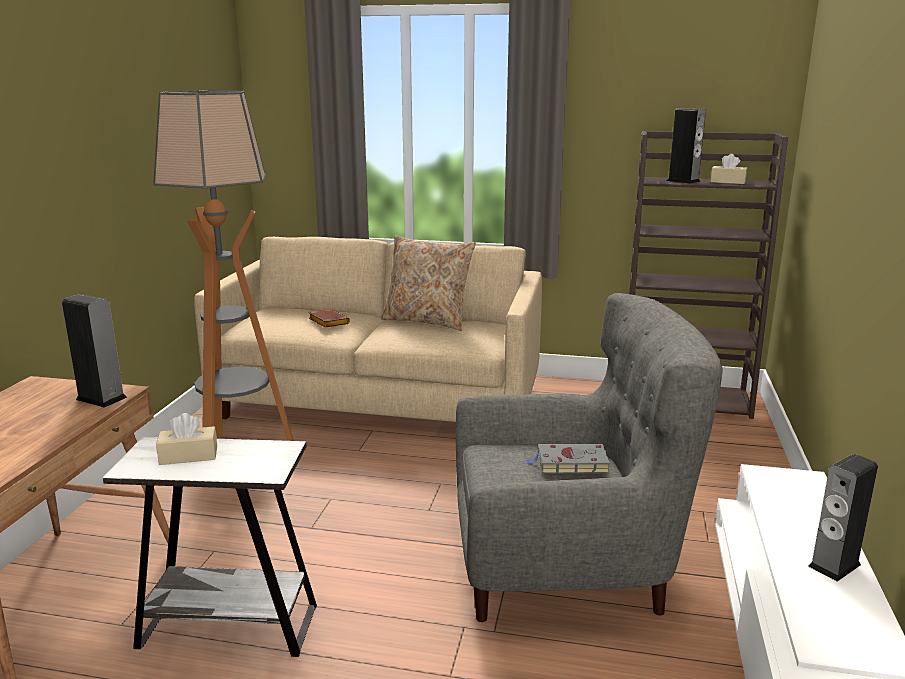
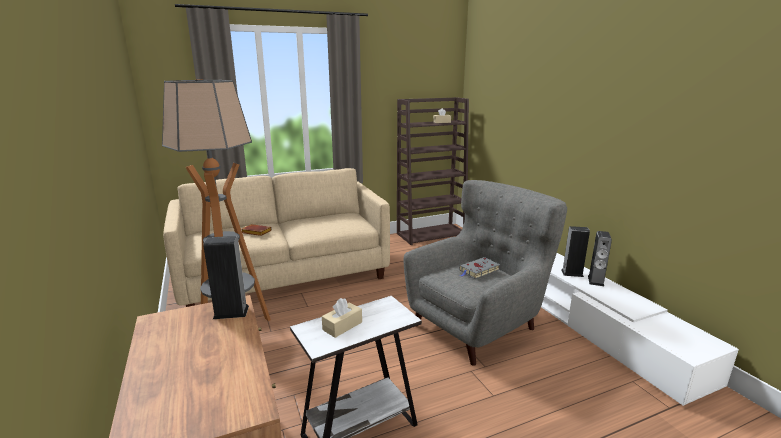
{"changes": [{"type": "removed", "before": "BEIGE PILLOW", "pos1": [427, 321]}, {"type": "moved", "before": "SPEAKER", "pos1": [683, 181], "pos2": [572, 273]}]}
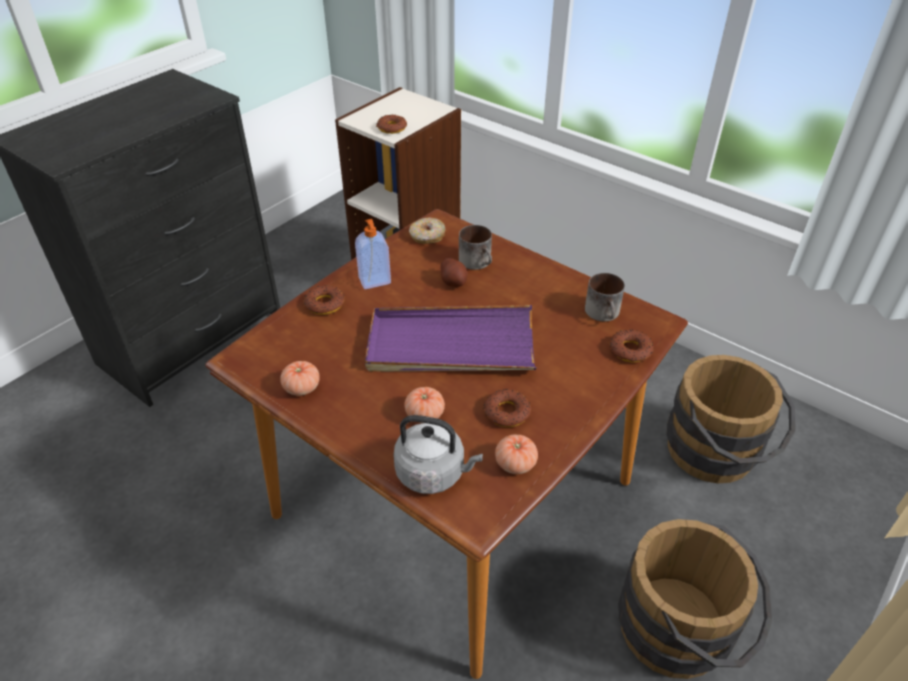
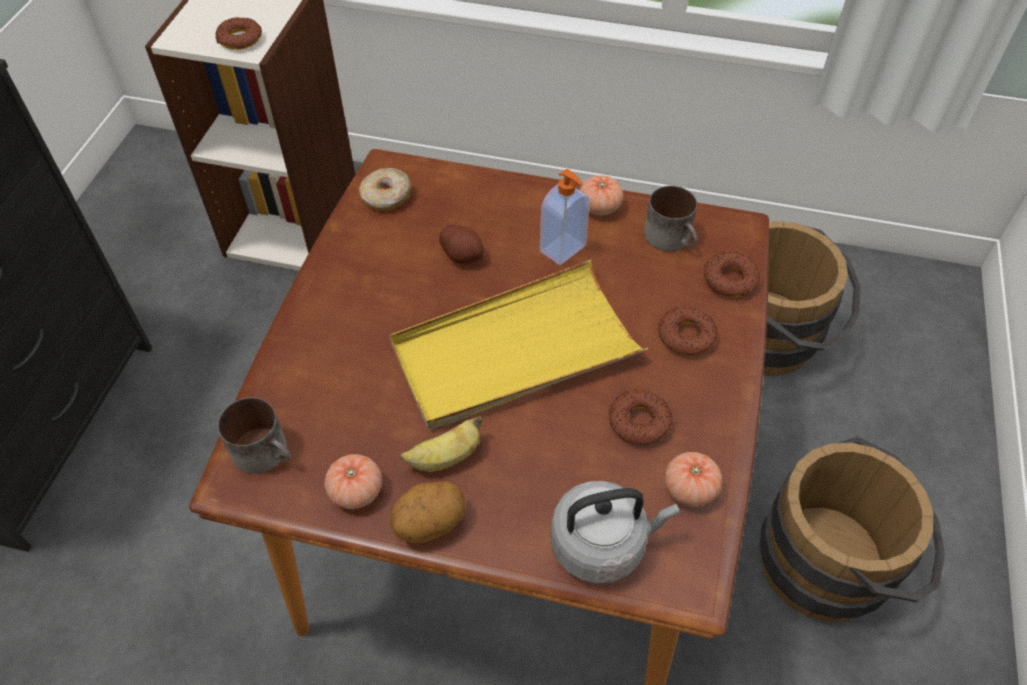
{"changes": [{"type": "moved", "before": "DONUT", "pos1": [325, 304], "pos2": [686, 336]}, {"type": "moved", "before": "SOAP DISPENSER", "pos1": [375, 281], "pos2": [564, 249]}, {"type": "recoloured", "before": "PURPLE TRAY", "after": "YELLOW TRAY", "pos1": [451, 345], "pos2": [514, 351]}, {"type": "moved", "before": "TOMATO", "pos1": [425, 414], "pos2": [599, 206]}, {"type": "moved", "before": "MUG", "pos1": [478, 262], "pos2": [267, 452]}, {"type": "added", "after": "POTATO", "pos2": [429, 523]}, {"type": "added", "after": "BANANA", "pos2": [445, 458]}]}
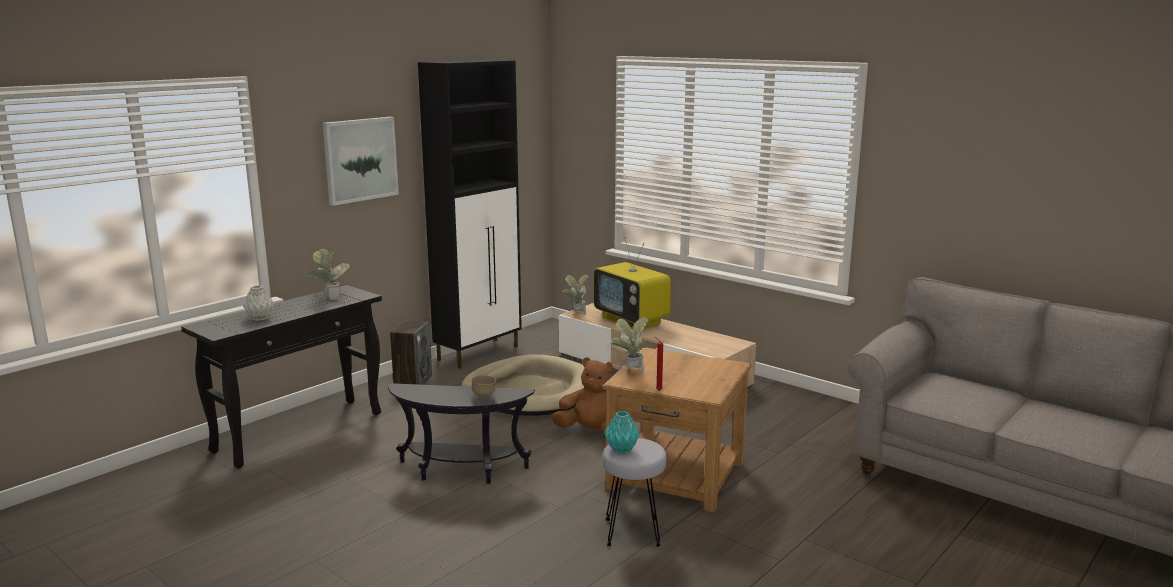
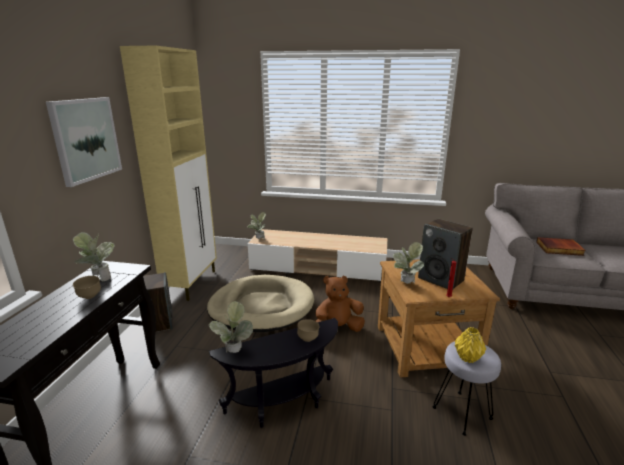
{"changes": [{"type": "removed", "before": "GREY VASE", "pos1": [260, 318]}, {"type": "recoloured", "before": "BLACK CABINET", "after": "BEIGE CABINET", "pos1": [479, 353], "pos2": [191, 283]}, {"type": "removed", "before": "TELEVISION", "pos1": [632, 321]}, {"type": "recoloured", "before": "TURQUOISE VASE", "after": "YELLOW VASE", "pos1": [621, 450], "pos2": [467, 358]}, {"type": "added", "after": "BROWN BOWL", "pos2": [90, 297]}, {"type": "added", "after": "POTTED PLANT", "pos2": [233, 354]}, {"type": "added", "after": "SPEAKER", "pos2": [441, 279]}, {"type": "added", "after": "BOOK", "pos2": [559, 249]}]}
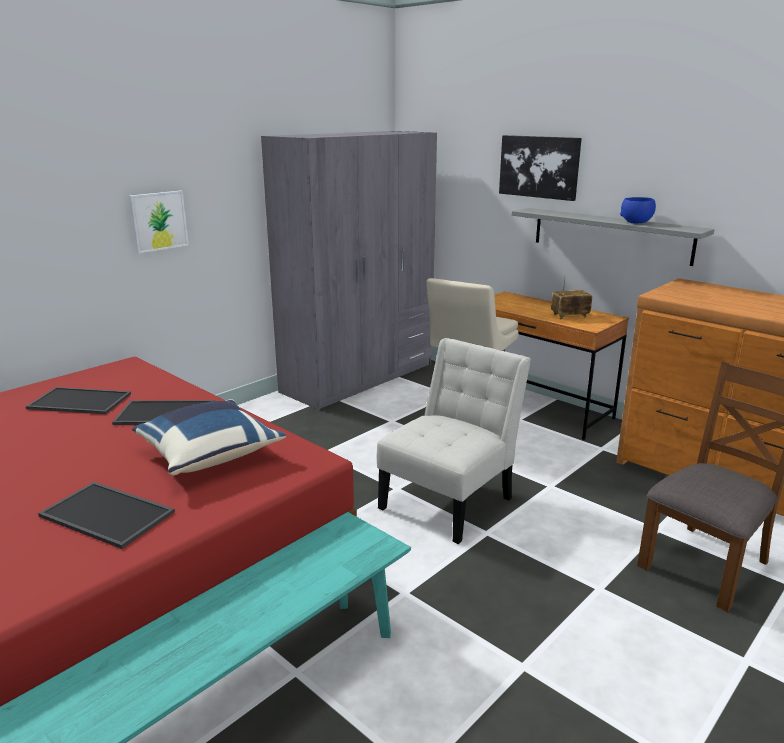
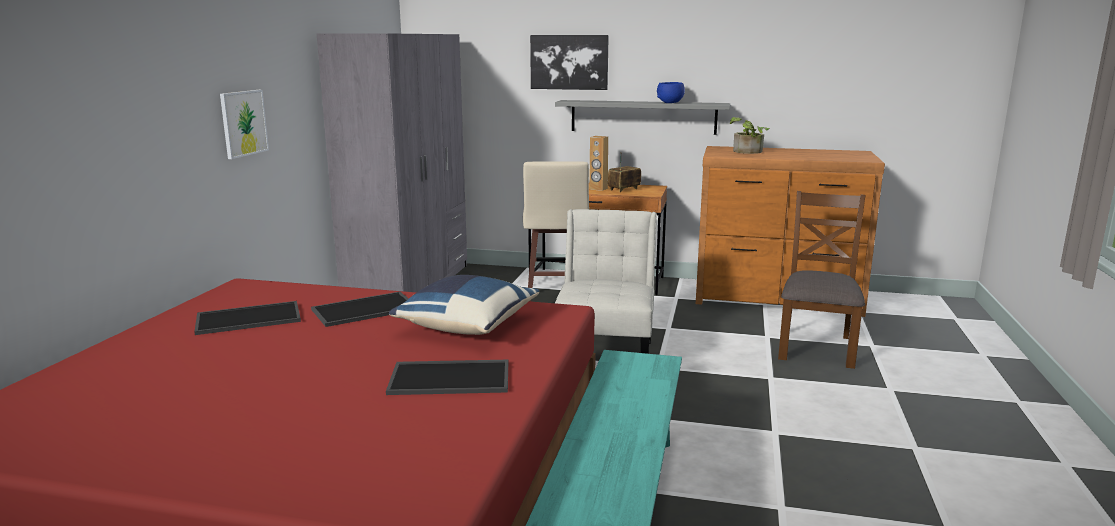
{"changes": [{"type": "added", "after": "BROWN SPEAKER", "pos2": [598, 189]}, {"type": "added", "after": "POTTED PLANT", "pos2": [747, 152]}]}
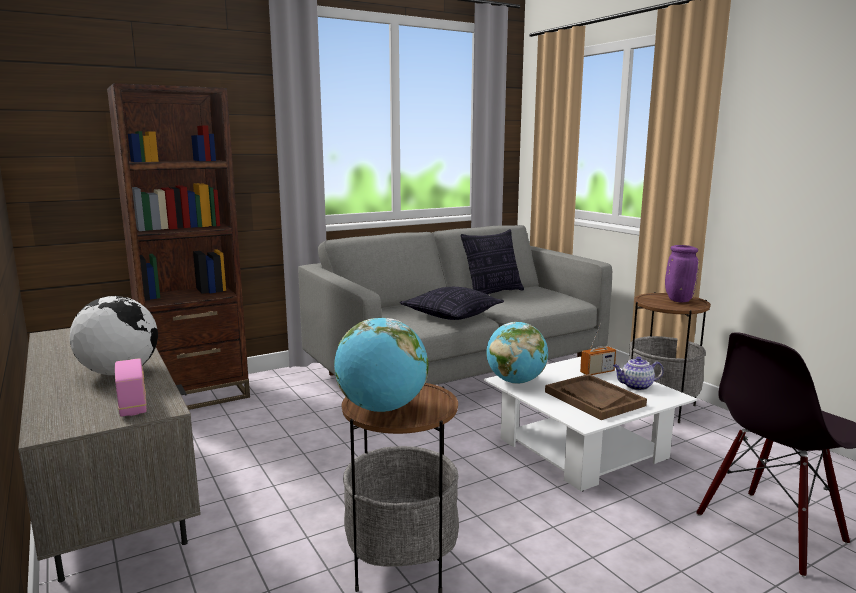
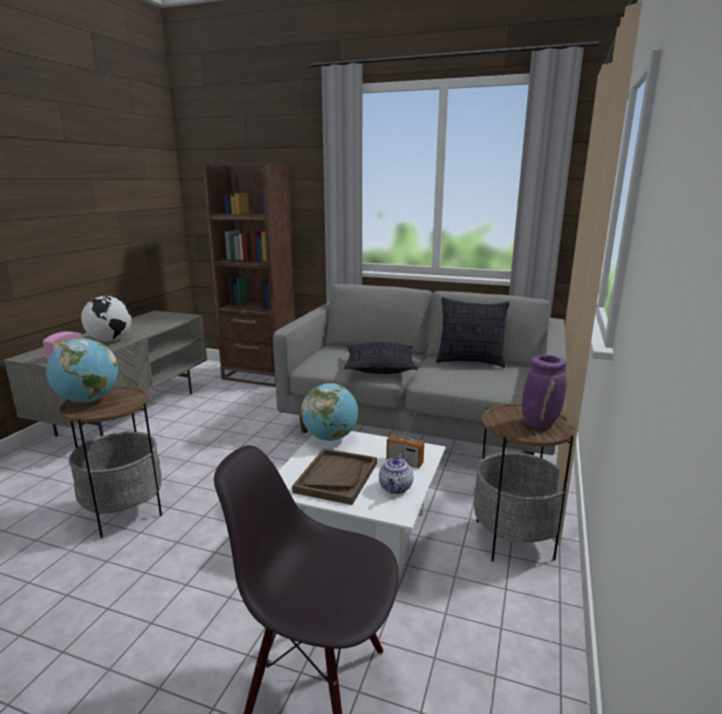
{"changes": [{"type": "turned", "before": "TEAPOT", "pos1": [636, 386], "pos2": [396, 488], "turn": -120}]}
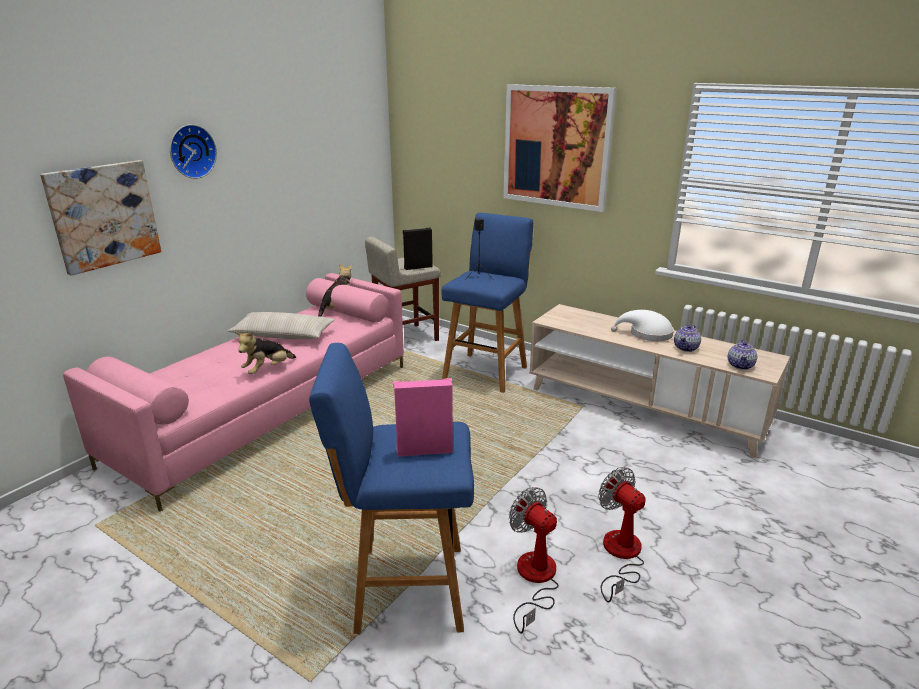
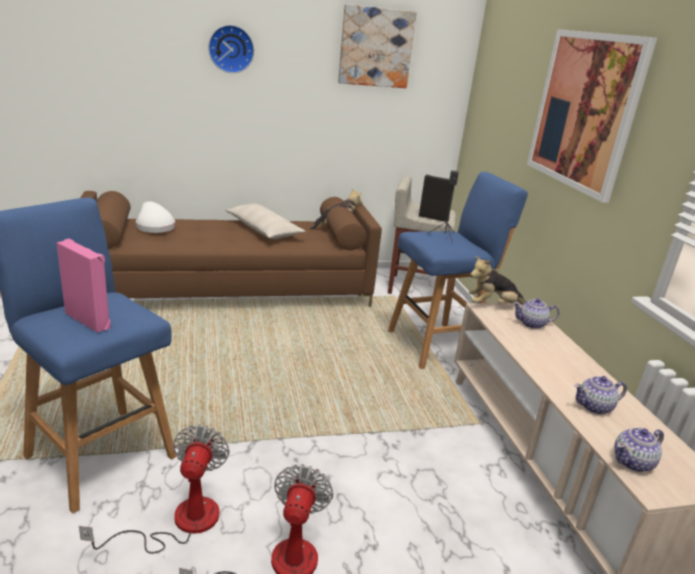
{"changes": [{"type": "moved", "before": "PICTURE", "pos1": [103, 215], "pos2": [376, 47]}, {"type": "recoloured", "before": "PINK SOFA", "after": "BROWN SOFA", "pos1": [269, 411], "pos2": [231, 289]}, {"type": "moved", "before": "PLUSH TOY", "pos1": [267, 370], "pos2": [492, 306]}, {"type": "moved", "before": "WHITE HAT", "pos1": [647, 334], "pos2": [154, 226]}, {"type": "added", "after": "TEAPOT", "pos2": [532, 324]}]}
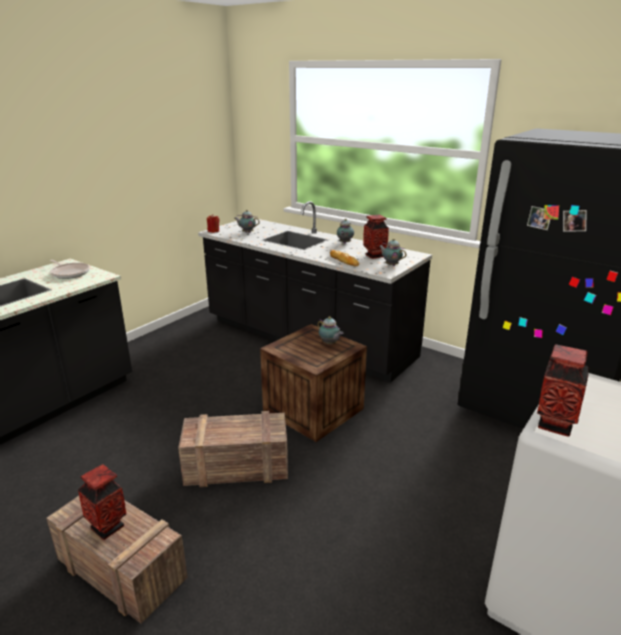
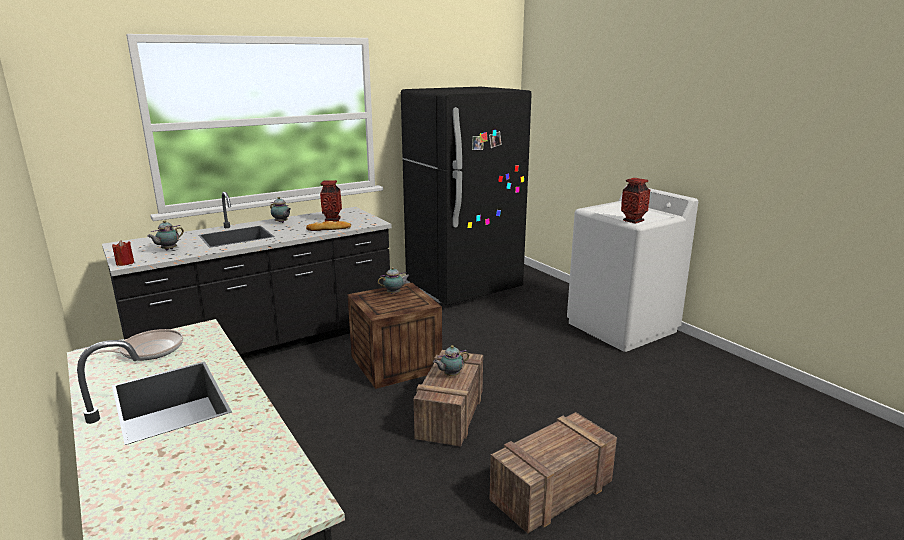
{"changes": [{"type": "removed", "before": "VASE", "pos1": [108, 527]}, {"type": "moved", "before": "TEAPOT", "pos1": [391, 265], "pos2": [450, 375]}]}
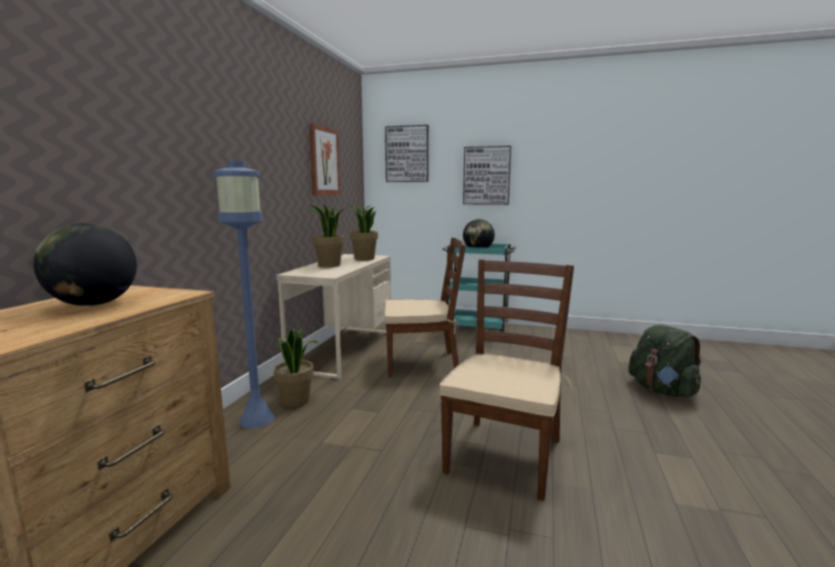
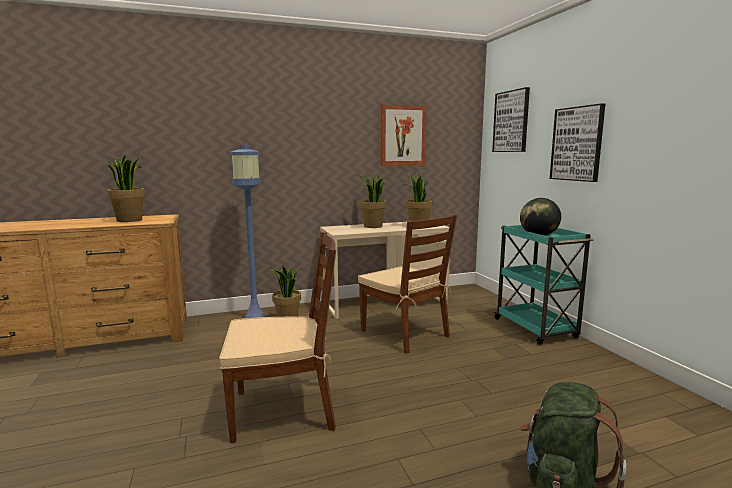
{"changes": [{"type": "replaced", "before": "GLOBE", "after": "POTTED PLANT", "pos1": [94, 304], "pos2": [130, 220]}]}
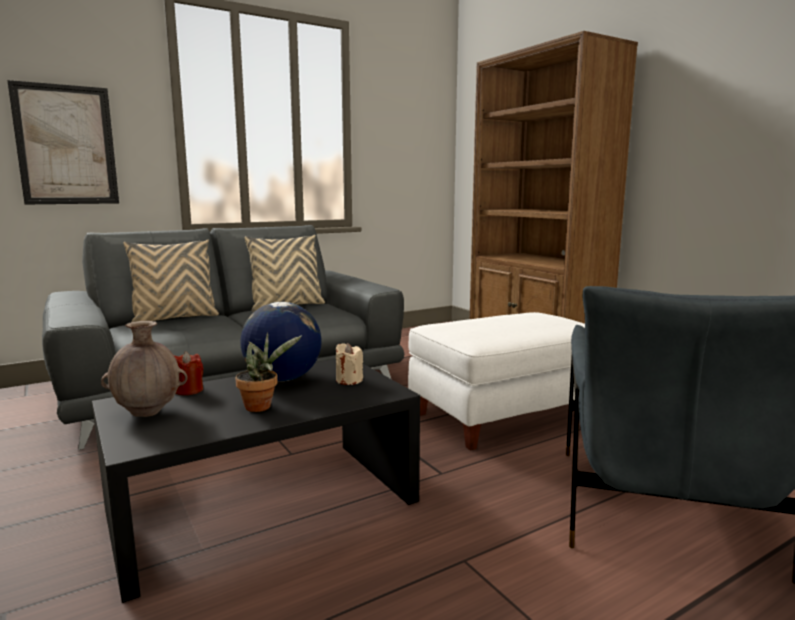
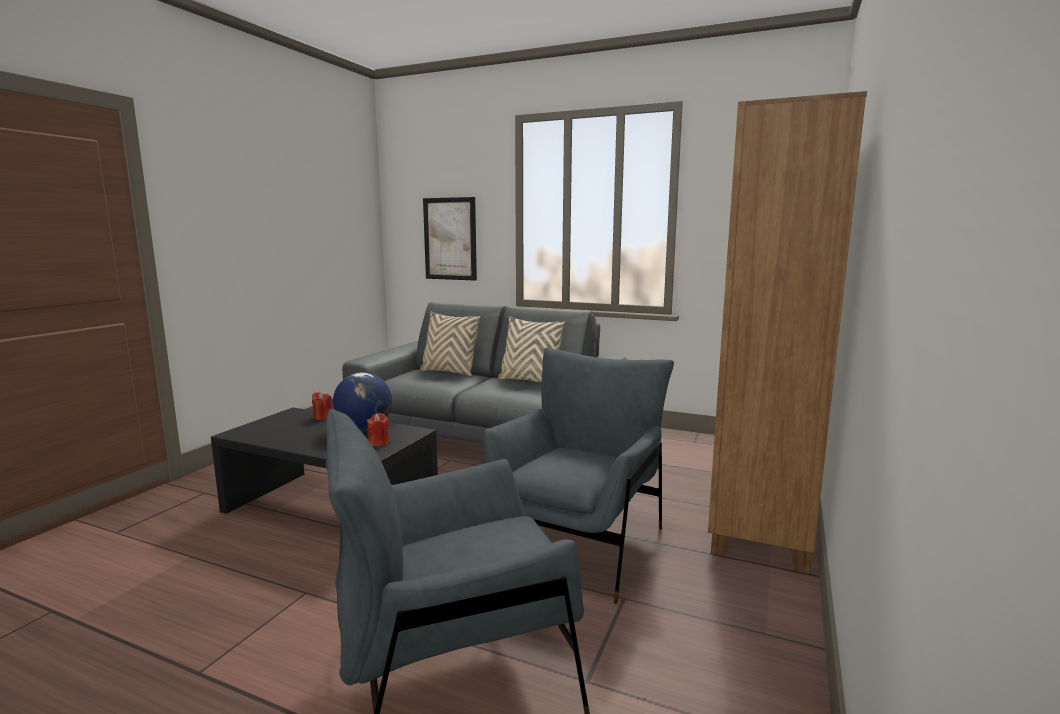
{"changes": [{"type": "removed", "before": "BROWN VASE", "pos1": [148, 413]}, {"type": "removed", "before": "POTTED PLANT", "pos1": [262, 406]}, {"type": "recoloured", "before": "BEIGE CANDLE", "after": "RED CANDLE", "pos1": [349, 380], "pos2": [379, 442]}, {"type": "replaced", "before": "WHITE OTTOMAN", "after": "GREY ARMCHAIR", "pos1": [504, 415], "pos2": [576, 543]}]}
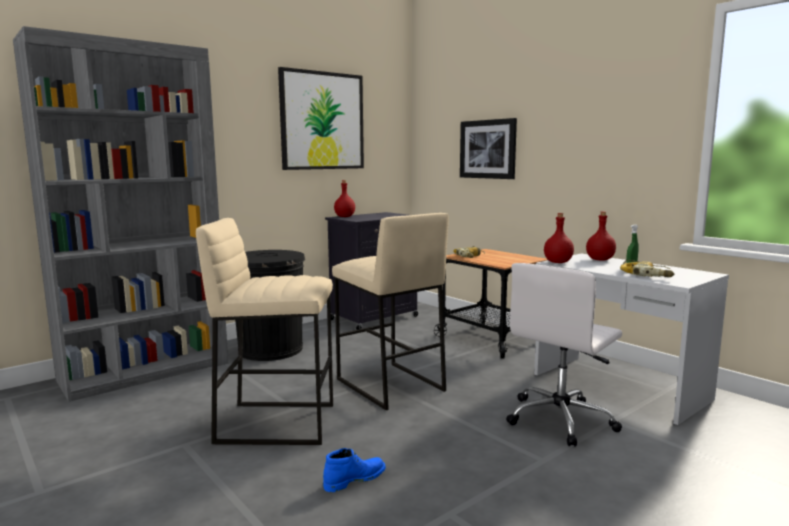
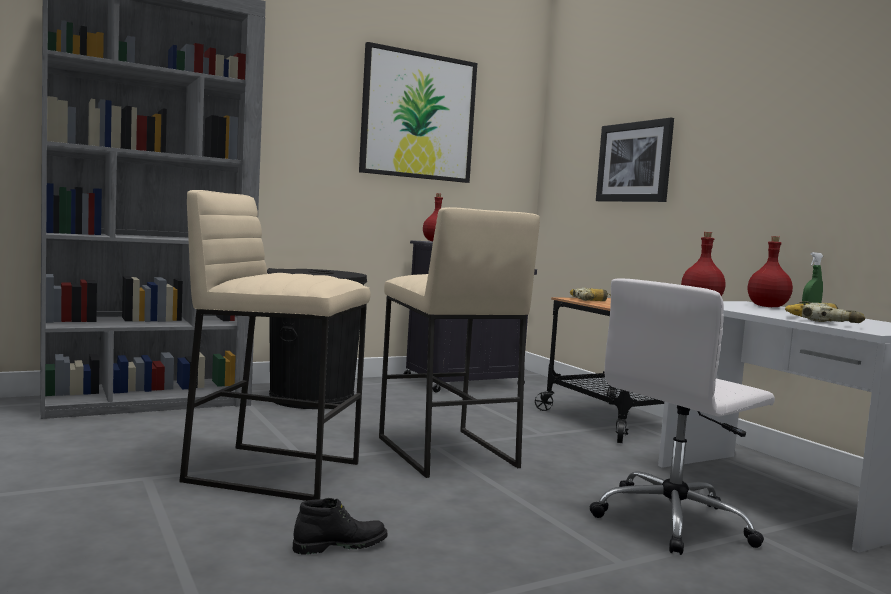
{"changes": [{"type": "recoloured", "before": "BLUE BOOT", "after": "BLACK BOOT", "pos1": [354, 479], "pos2": [340, 545]}]}
